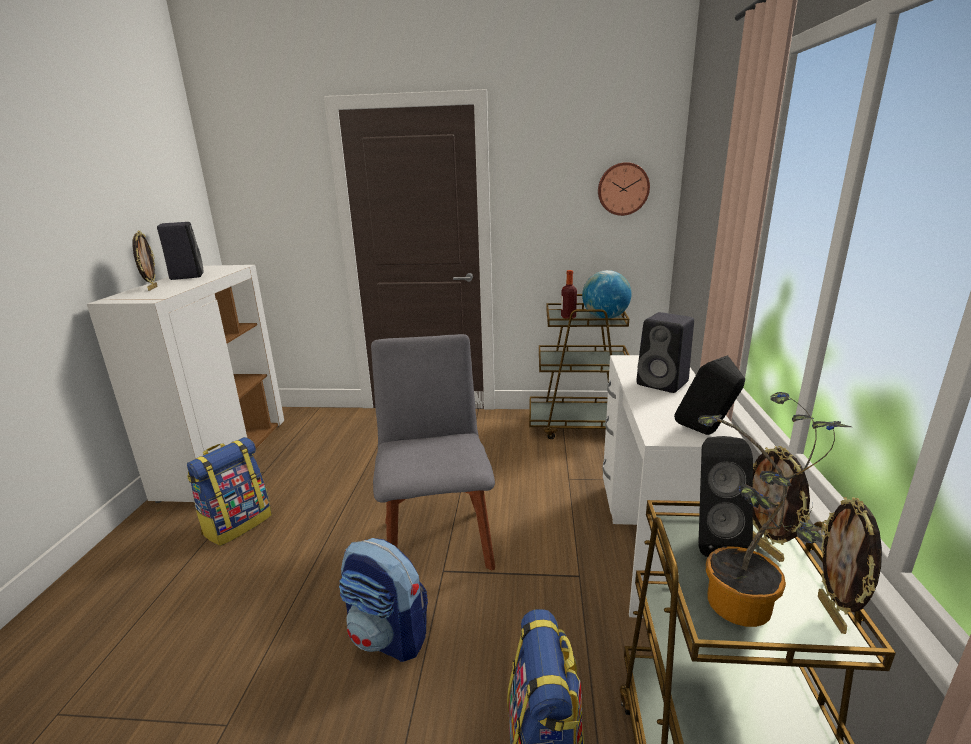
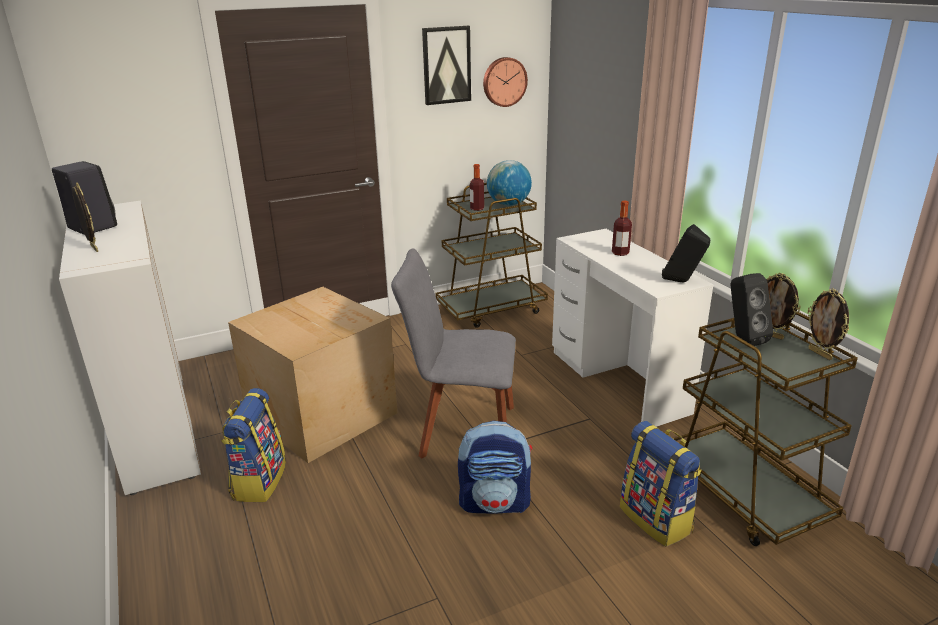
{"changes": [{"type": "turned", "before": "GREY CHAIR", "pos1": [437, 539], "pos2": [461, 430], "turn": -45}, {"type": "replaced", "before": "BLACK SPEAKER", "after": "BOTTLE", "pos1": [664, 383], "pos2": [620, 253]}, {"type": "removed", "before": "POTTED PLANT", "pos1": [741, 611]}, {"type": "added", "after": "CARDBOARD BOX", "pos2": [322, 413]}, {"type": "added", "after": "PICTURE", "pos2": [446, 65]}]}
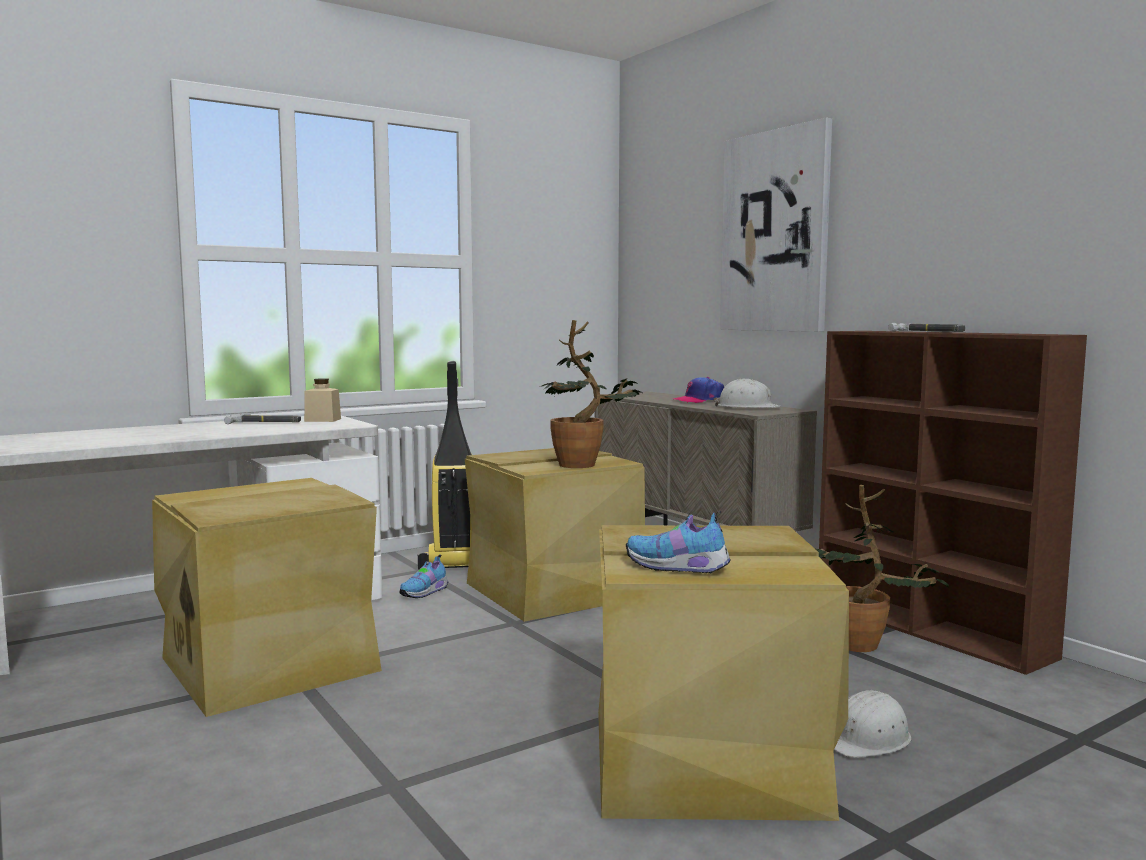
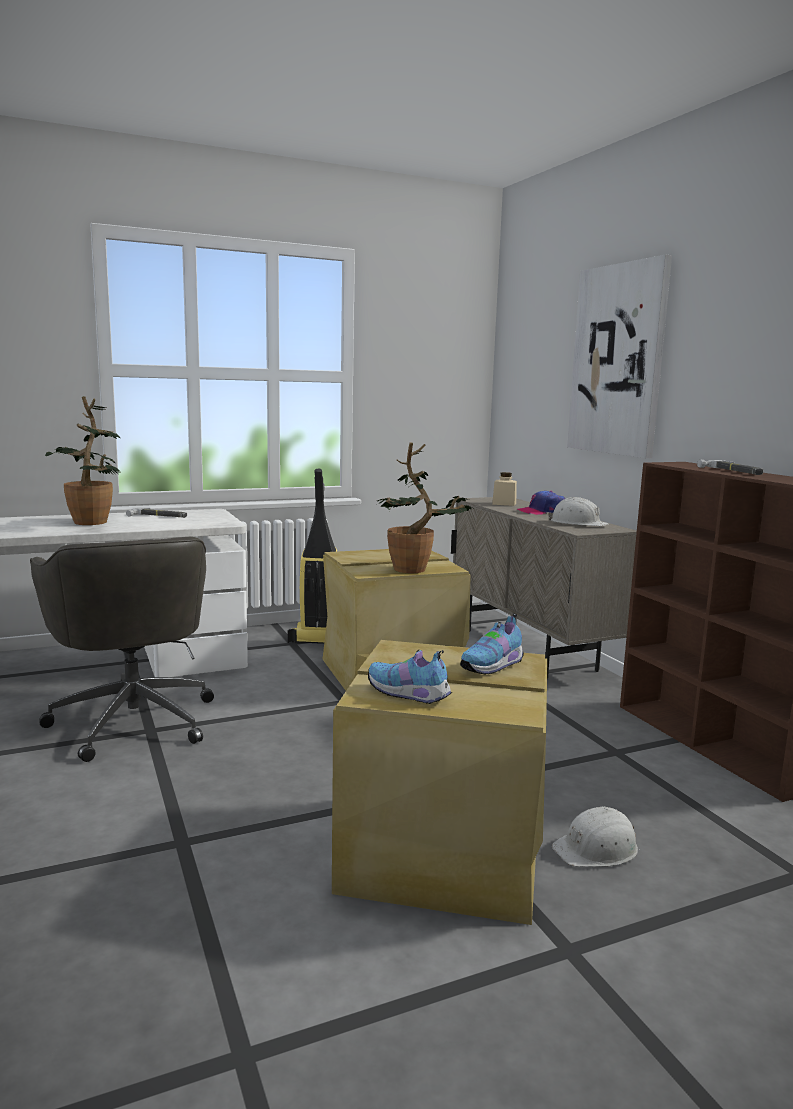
{"changes": [{"type": "replaced", "before": "BEIGE STORAGE BOX", "after": "GREY OFFICE CHAIR", "pos1": [266, 664], "pos2": [133, 719]}, {"type": "moved", "before": "BEIGE JAR", "pos1": [322, 420], "pos2": [504, 504]}, {"type": "moved", "before": "SHOE", "pos1": [425, 593], "pos2": [493, 666]}, {"type": "moved", "before": "POTTED PLANT", "pos1": [866, 648], "pos2": [91, 524]}]}
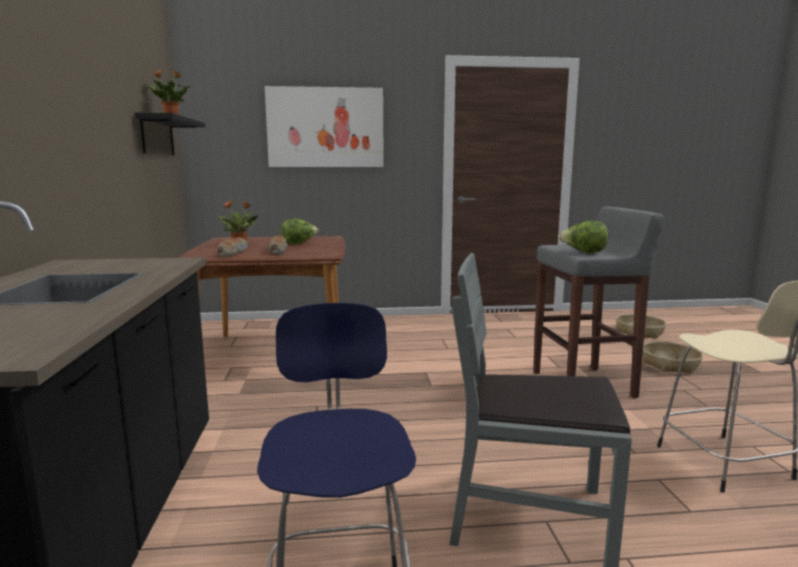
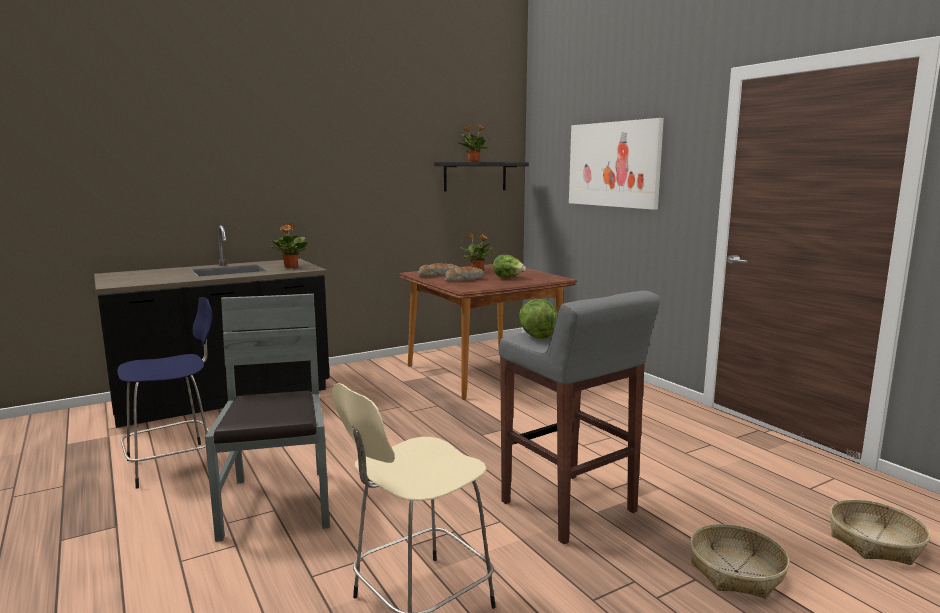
{"changes": [{"type": "added", "after": "POTTED PLANT", "pos2": [290, 267]}]}
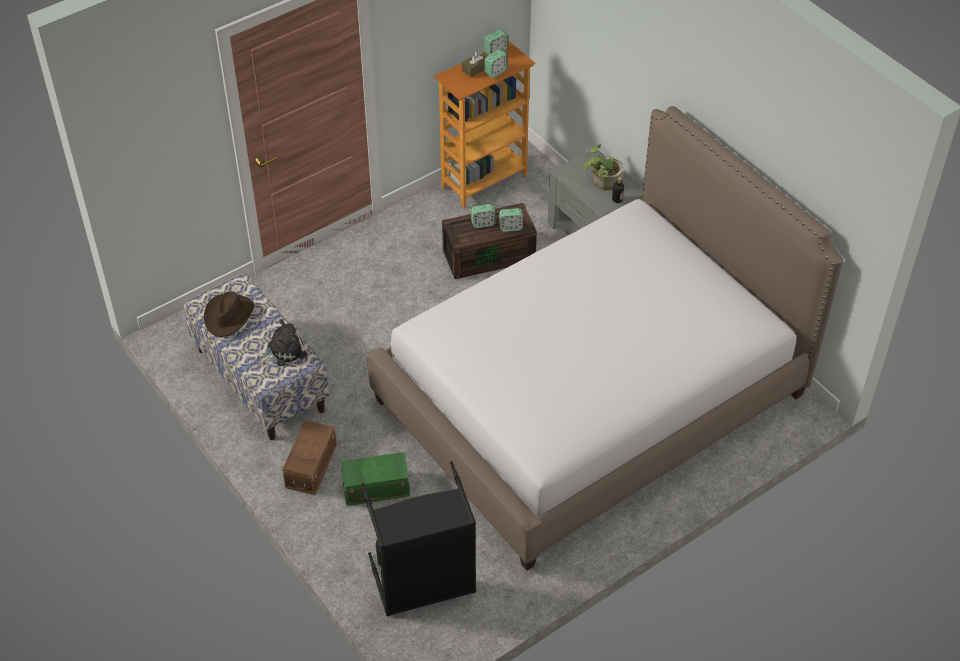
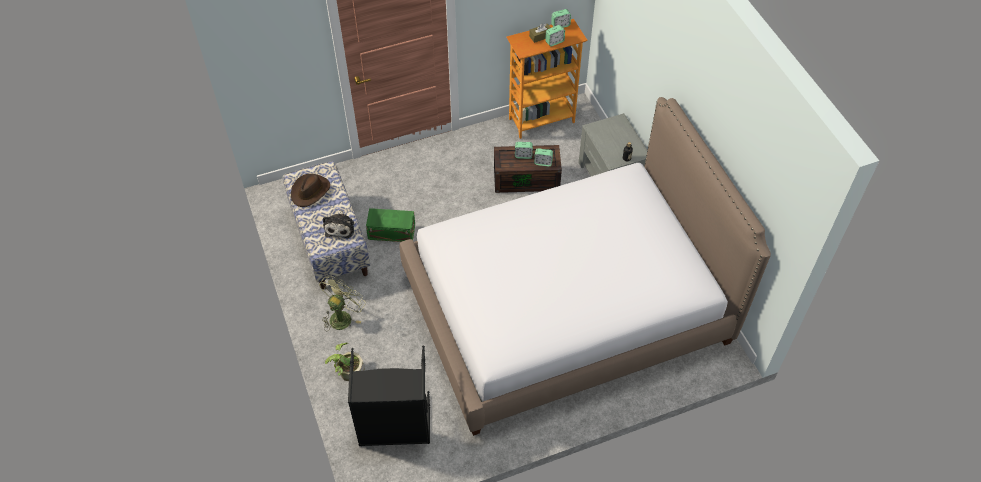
{"changes": [{"type": "turned", "before": "PLUSH TOY", "pos1": [284, 351], "pos2": [340, 227], "turn": 105}, {"type": "replaced", "before": "BROWN STORAGE BOX", "after": "GREEN FAN", "pos1": [310, 467], "pos2": [342, 316]}, {"type": "moved", "before": "GREEN STORAGE BOX", "pos1": [375, 487], "pos2": [391, 231]}, {"type": "moved", "before": "POTTED PLANT", "pos1": [602, 181], "pos2": [347, 370]}]}
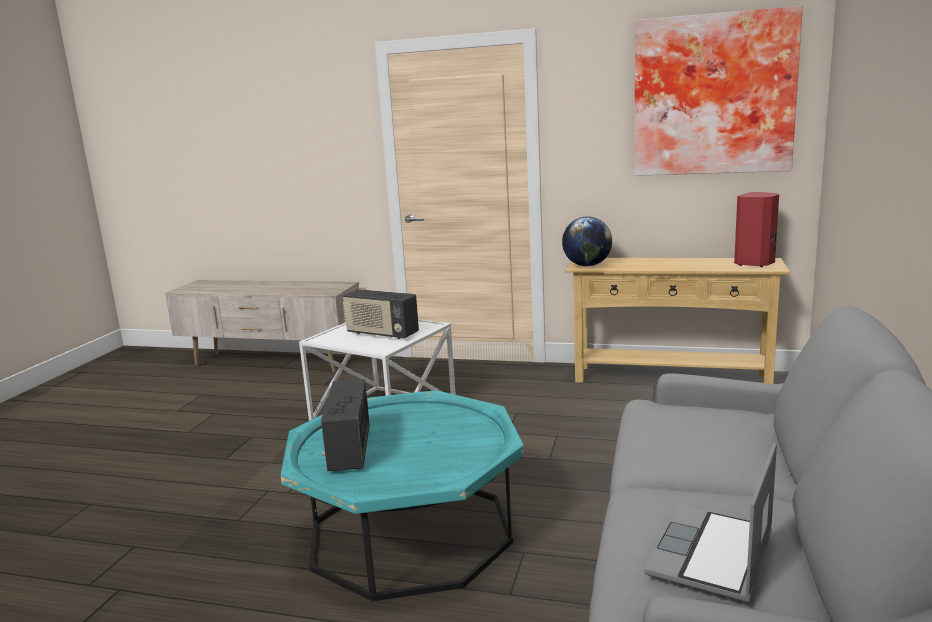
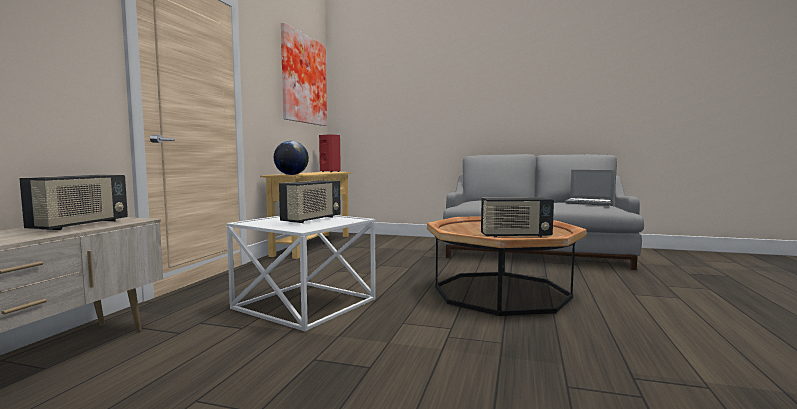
{"changes": [{"type": "recoloured", "before": "TURQUOISE COFFEE TABLE", "after": "BROWN COFFEE TABLE", "pos1": [410, 533], "pos2": [501, 292]}, {"type": "added", "after": "RADIO", "pos2": [80, 225]}]}
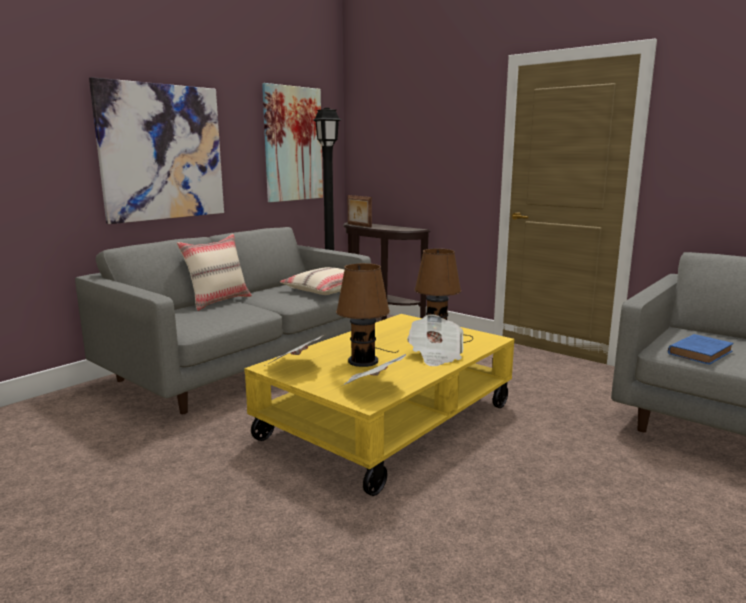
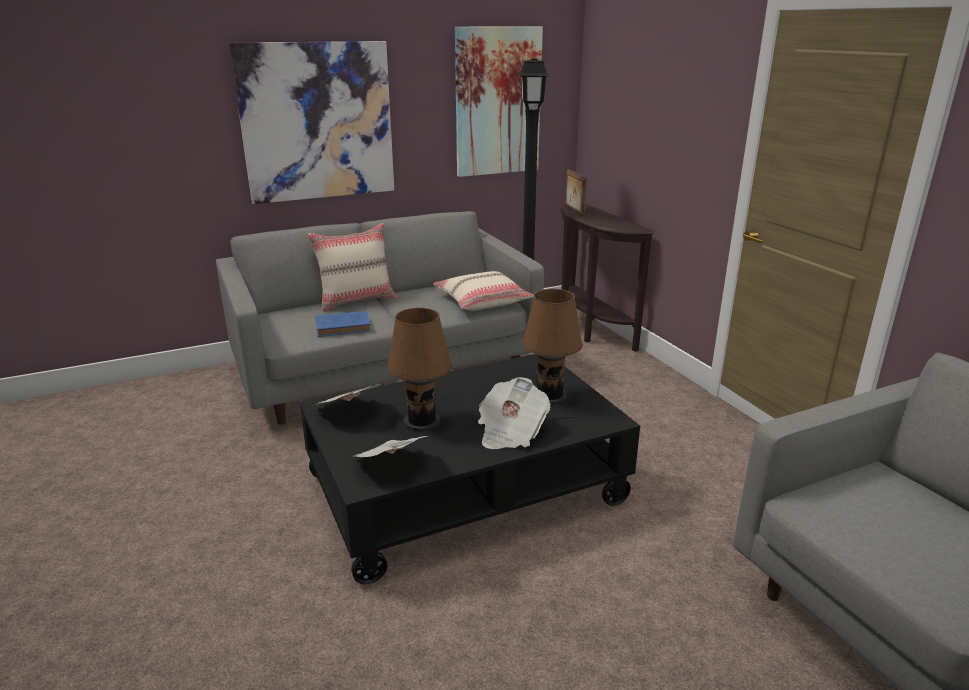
{"changes": [{"type": "recoloured", "before": "YELLOW COFFEE TABLE", "after": "BLACK COFFEE TABLE", "pos1": [387, 421], "pos2": [465, 488]}, {"type": "moved", "before": "BLUE BOOK", "pos1": [700, 352], "pos2": [344, 327]}]}
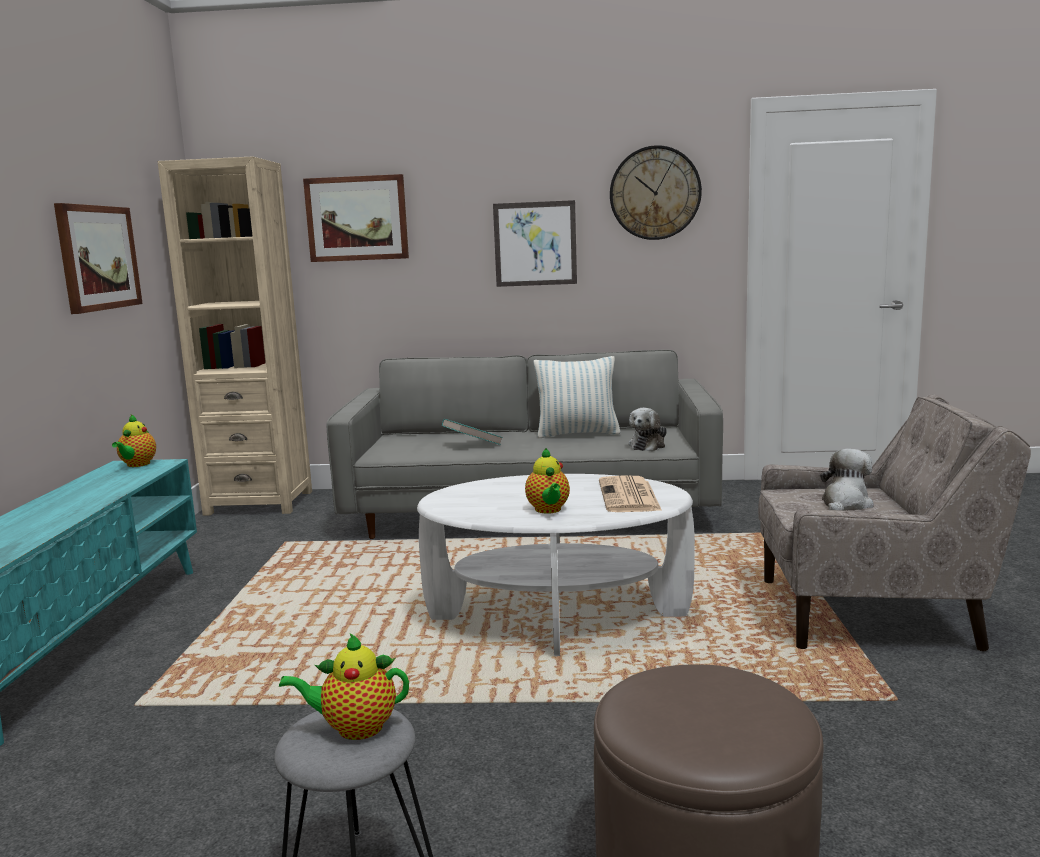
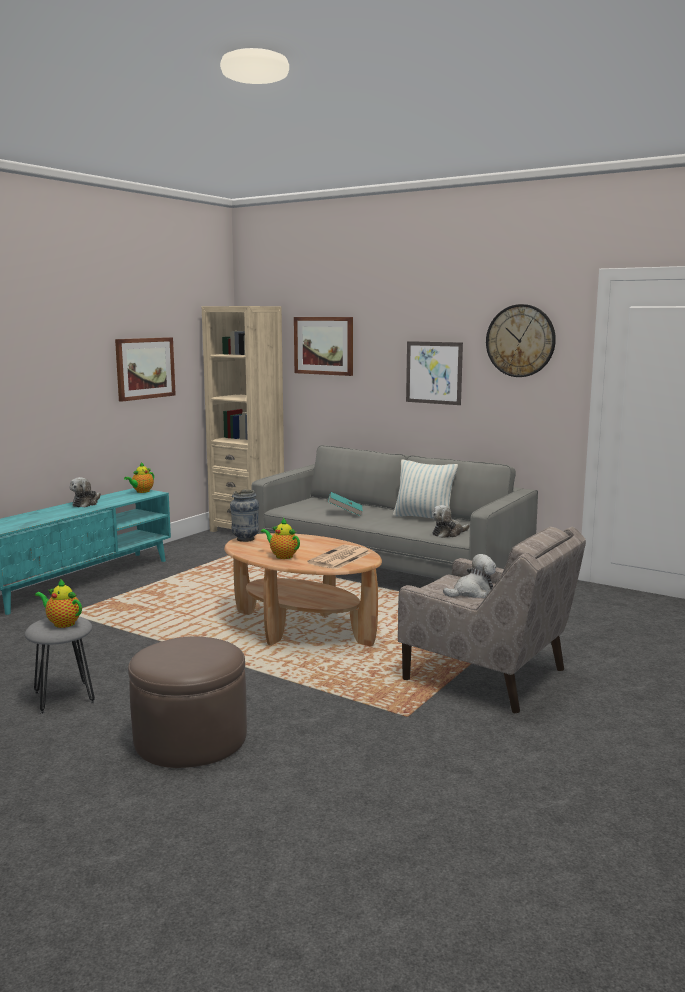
{"changes": [{"type": "recoloured", "before": "WHITE COFFEE TABLE", "after": "BROWN COFFEE TABLE", "pos1": [557, 619], "pos2": [302, 629]}, {"type": "turned", "before": "TEAPOT", "pos1": [548, 510], "pos2": [282, 556], "turn": 105}, {"type": "added", "after": "PLUSH TOY", "pos2": [86, 503]}, {"type": "added", "after": "VASE", "pos2": [245, 539]}]}
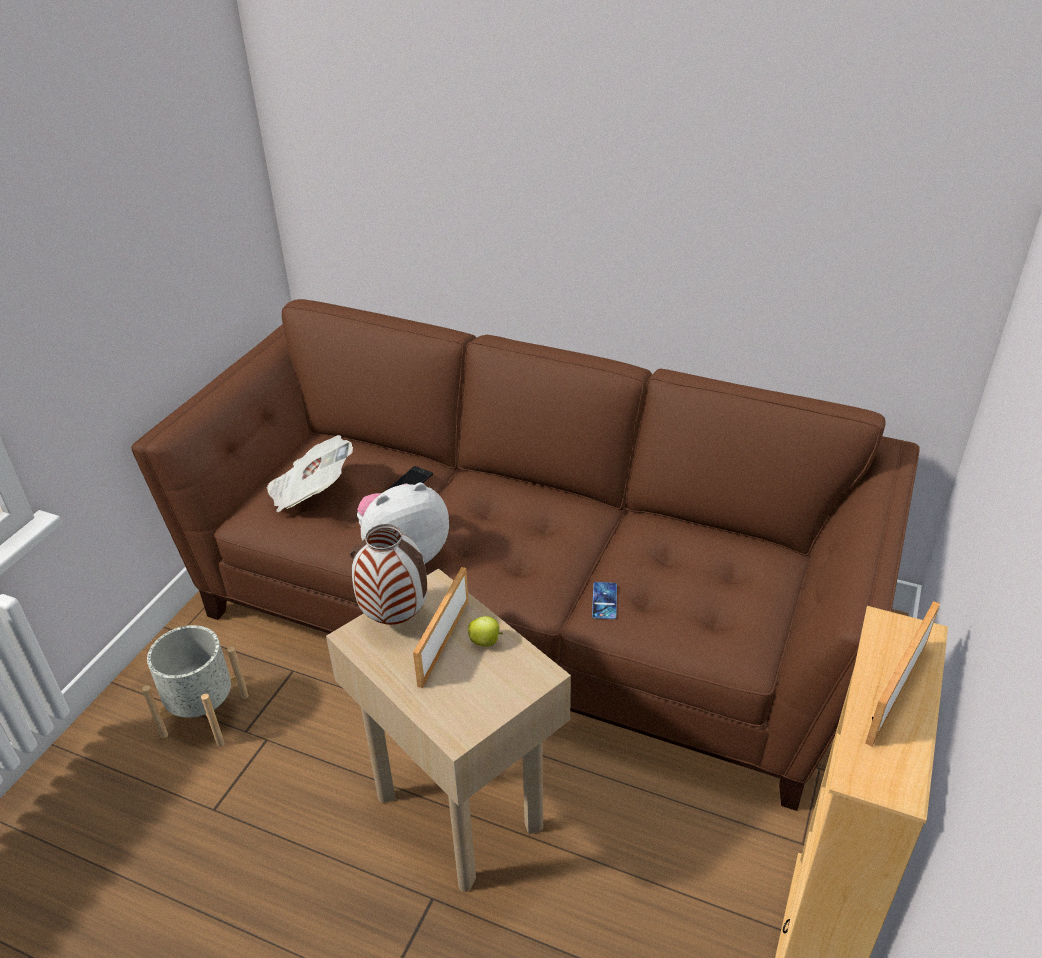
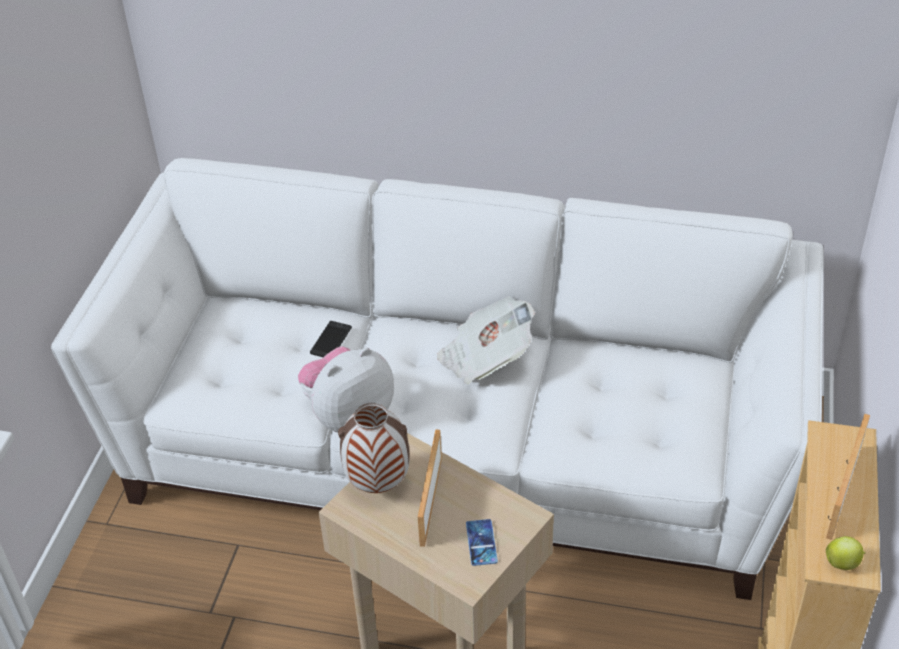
{"changes": [{"type": "recoloured", "before": "BROWN SOFA", "after": "WHITE SOFA", "pos1": [526, 610], "pos2": [456, 448]}, {"type": "removed", "before": "GREY PLANTER", "pos1": [204, 715]}, {"type": "moved", "before": "NEWSPAPER", "pos1": [311, 492], "pos2": [485, 357]}, {"type": "moved", "before": "APPLE", "pos1": [486, 641], "pos2": [842, 563]}, {"type": "moved", "before": "PHONE", "pos1": [604, 601], "pos2": [481, 542]}]}
